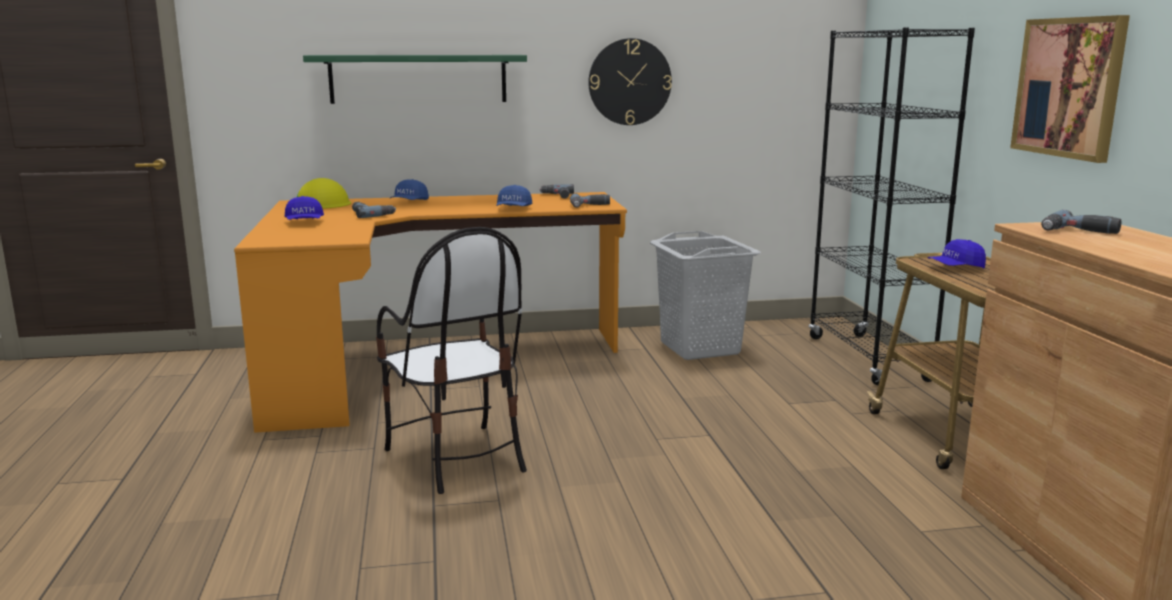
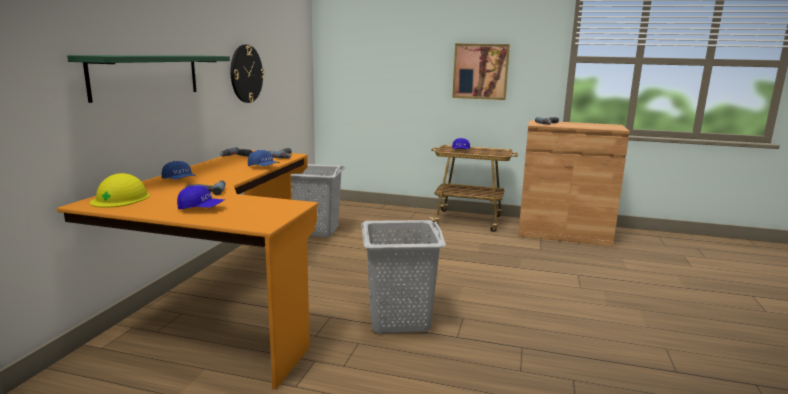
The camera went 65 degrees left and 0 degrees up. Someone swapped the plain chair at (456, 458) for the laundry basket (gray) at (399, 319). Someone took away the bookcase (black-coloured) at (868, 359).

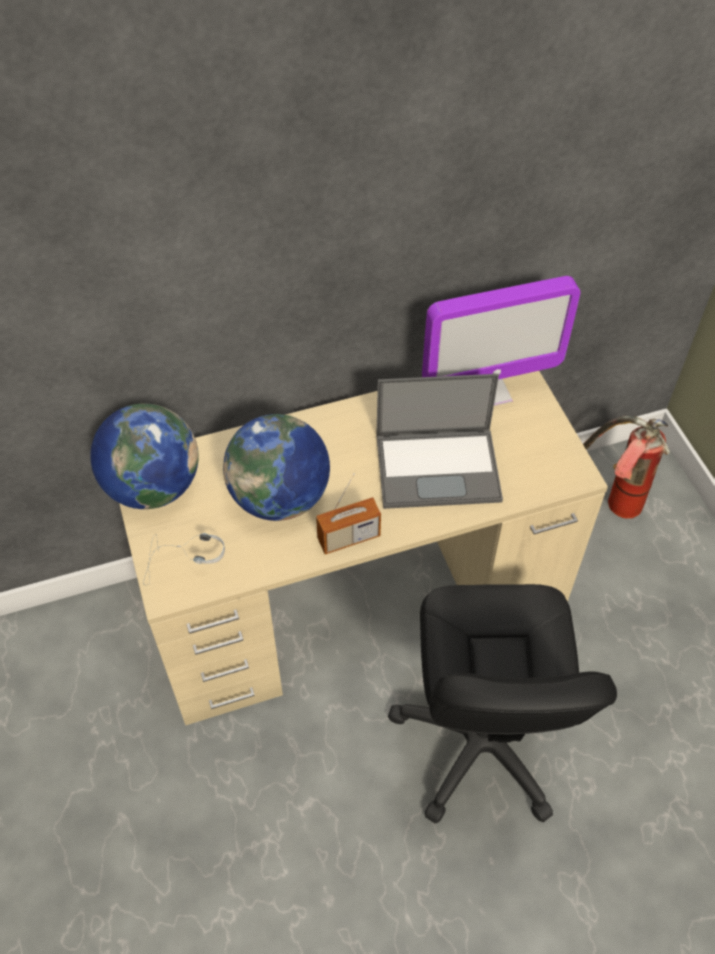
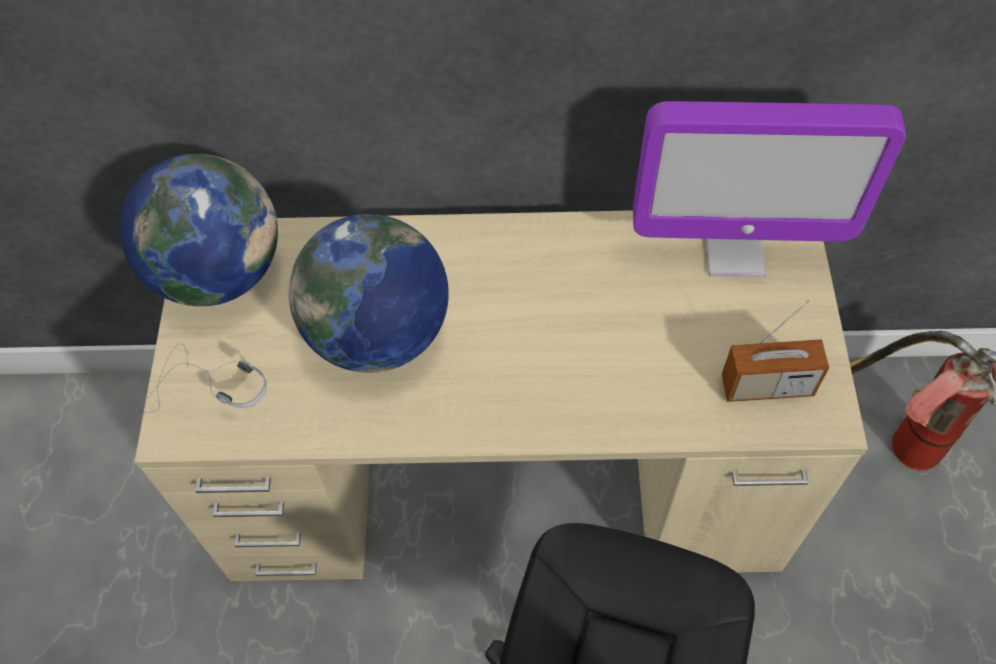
The camera went 20 degrees right and 5 degrees up. Someone carried the radio receiver from (348, 538) to (767, 386). Someone took away the notebook computer at (439, 467).

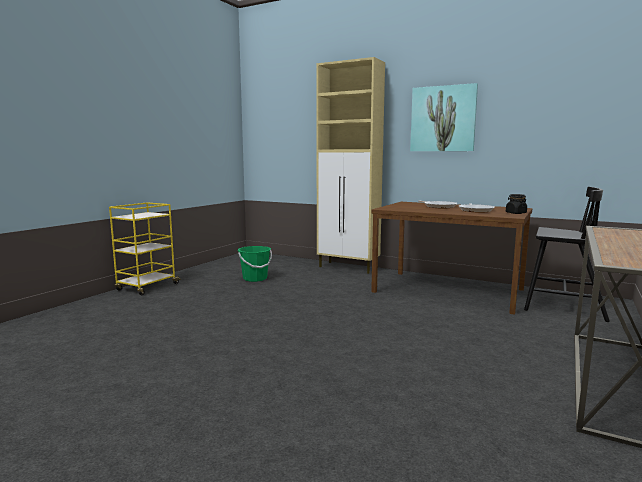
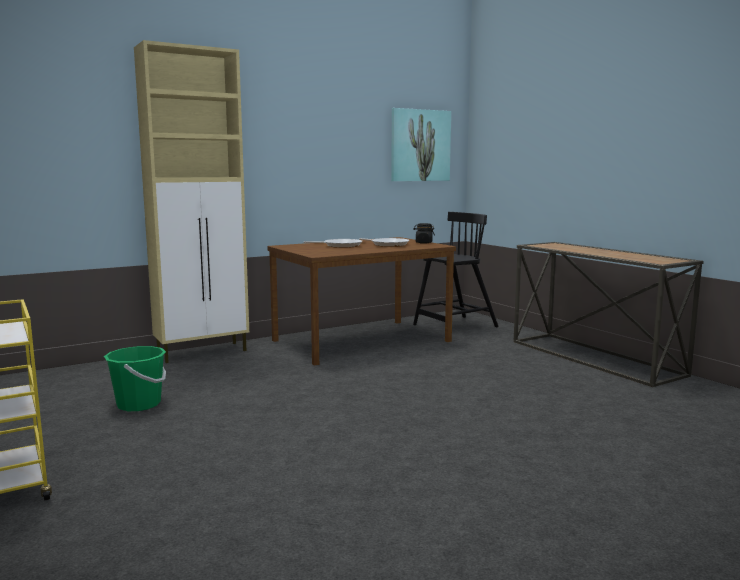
The camera went 60 degrees left and 0 degrees up. Someone carried the picture from (443, 119) to (420, 145).

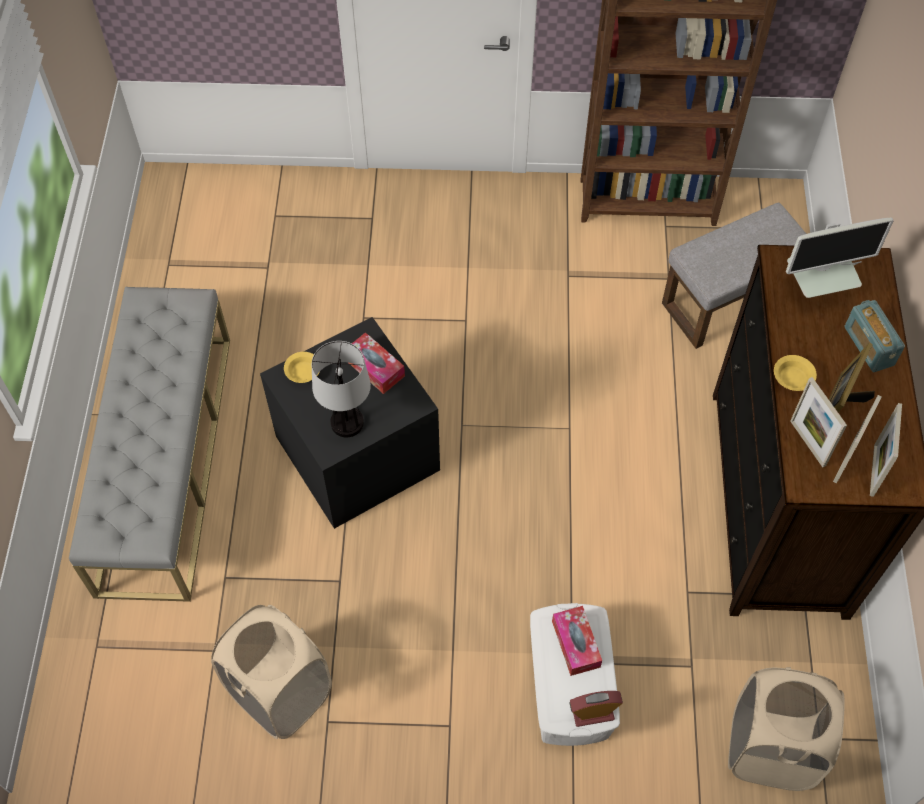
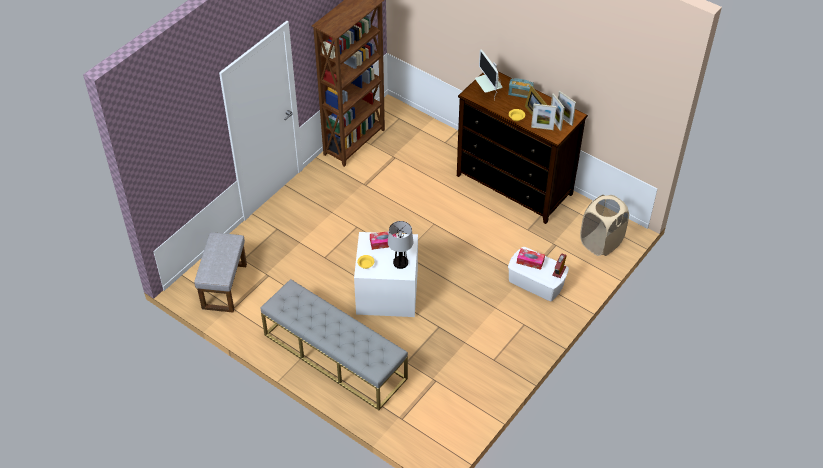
The camera went 55 degrees left and 10 degrees down. Someone carried the footrest (gray) from (729, 301) to (224, 285). Someone repainted the storage container (black-coloured) at (354, 452), which became the storage container (whitish) at (386, 293). Someone rotated the computer screen at (816, 290) by 135 degrees clockwise. Someone took away the laundry basket (beige-coloured) at (280, 693).

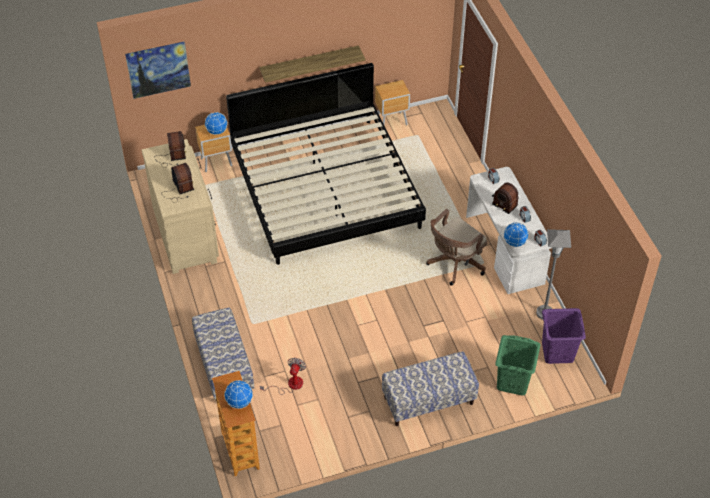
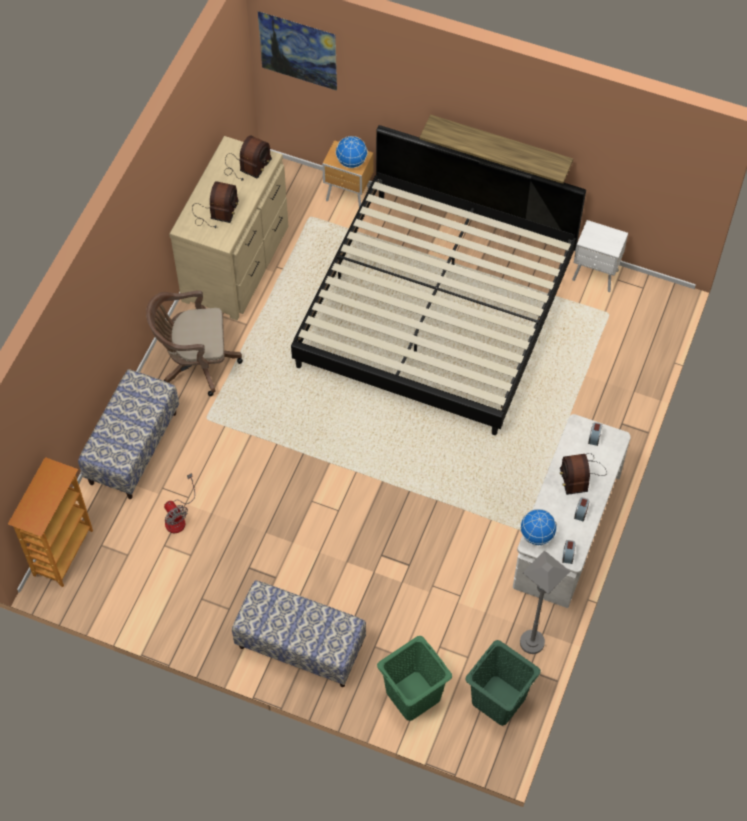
The camera went 40 degrees right and 10 degrees up. Someone carried the office chair (brownish) from (454, 264) to (195, 362). Someone rotated the cooling fan at (290, 385) by 90 degrees clockwise. Someone repainted the laundry basket (purplish) at (558, 352), which became the laundry basket (greenish) at (498, 700). Someone repainted the bedside table (brownish) at (392, 122), which became the bedside table (whitish) at (596, 276). Someone took away the desk globe at (239, 402).

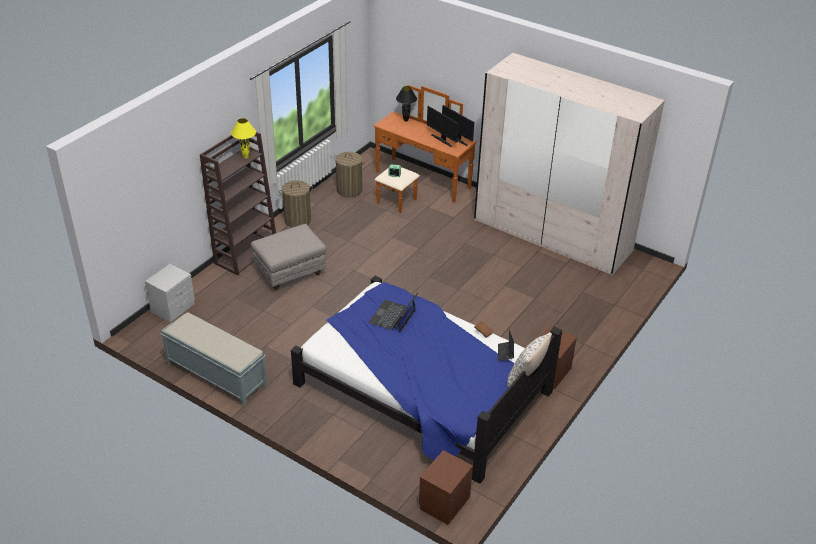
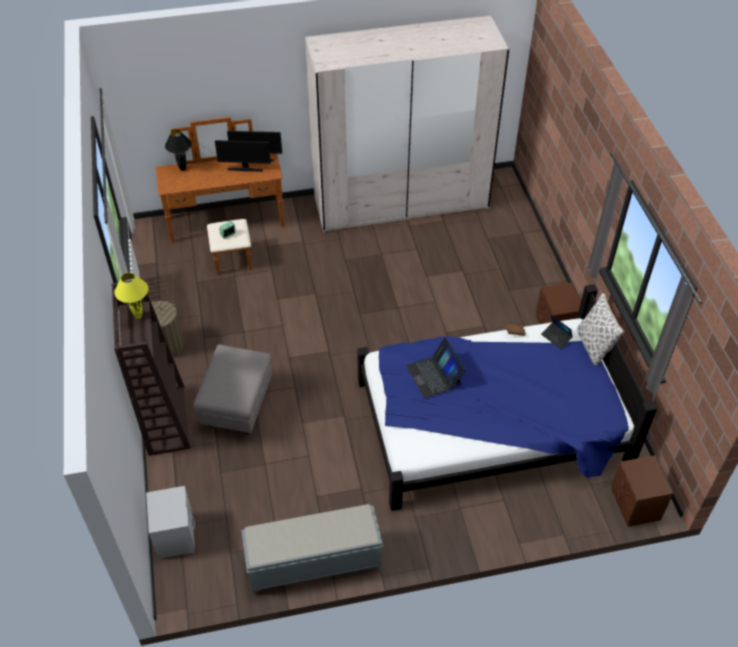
The camera went 45 degrees left and 10 degrees up. Someone took away the laundry basket at (349, 190).

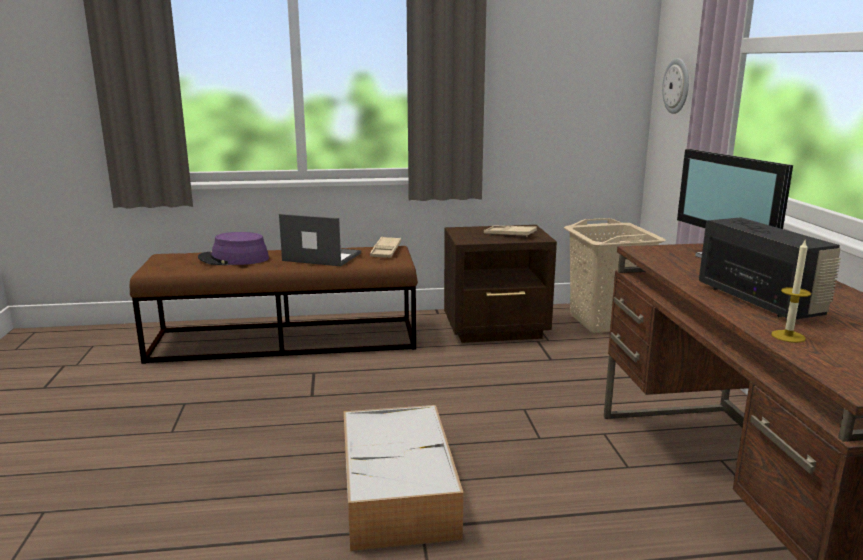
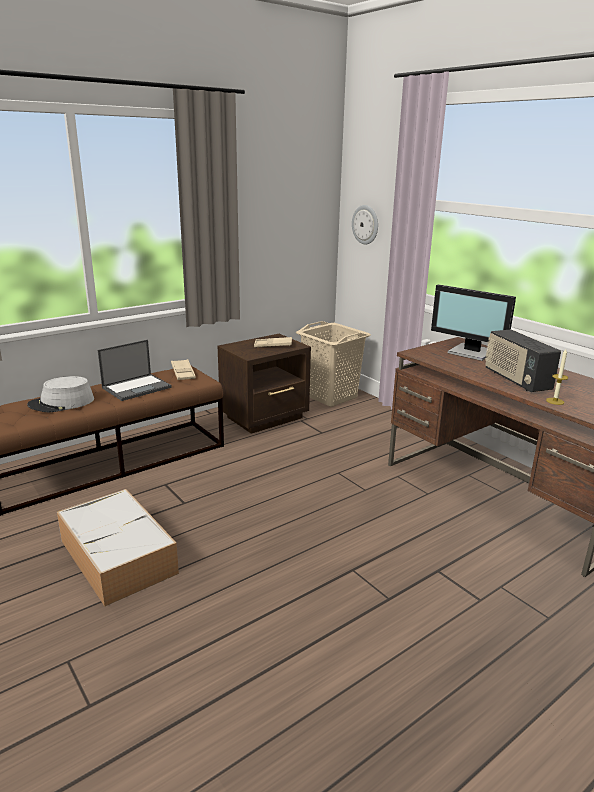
The camera went 30 degrees left and 5 degrees up. Someone repainted the clothing hat (purplish) at (234, 259), which became the clothing hat (gray) at (62, 403). Someone carried the storage container from (399, 493) to (119, 557). Someone rotated the notebook computer at (321, 257) by 150 degrees clockwise. Someone rotated the radio receiver at (759, 301) by 150 degrees counterclockwise.

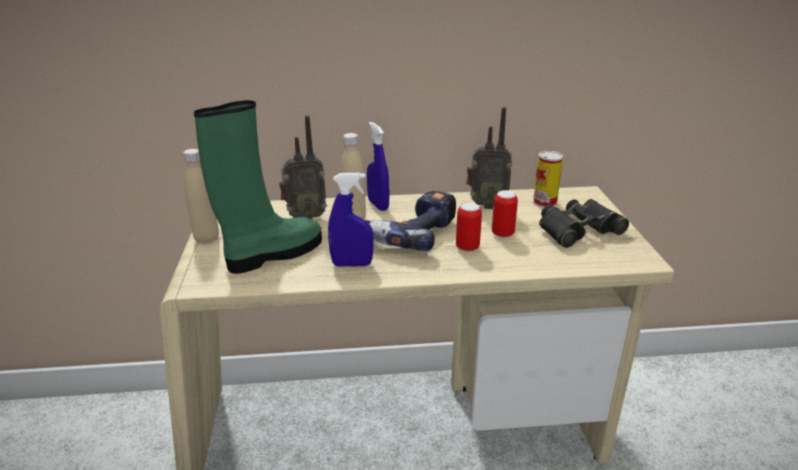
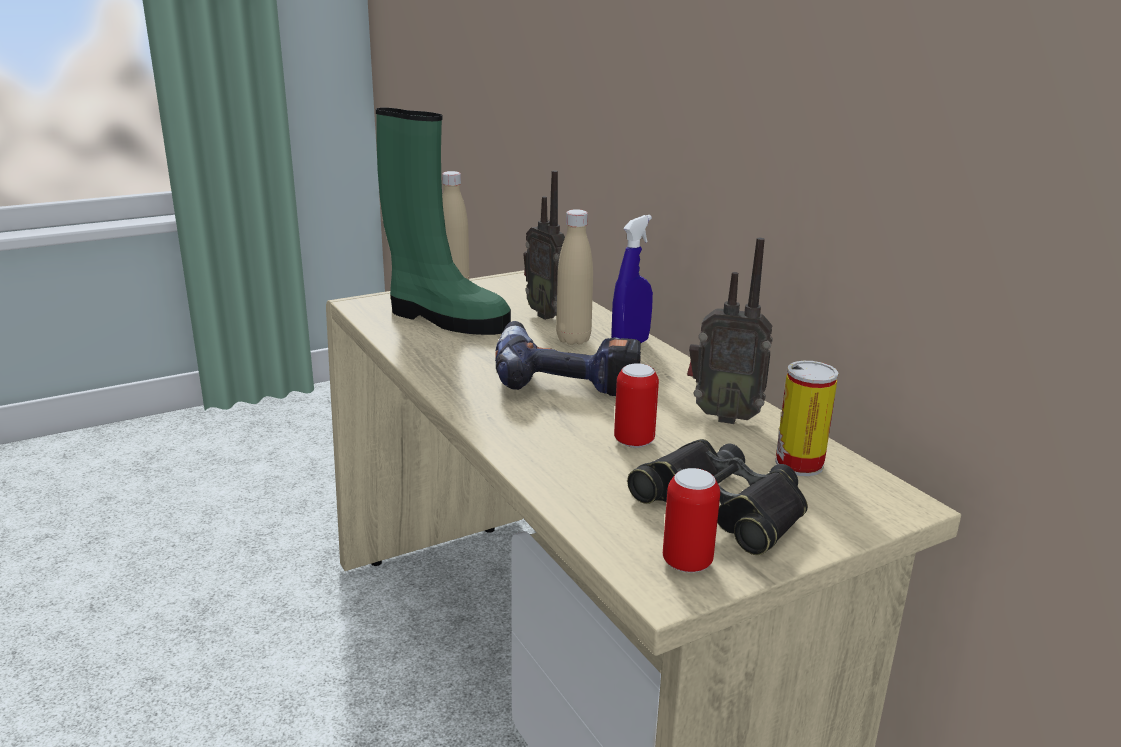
The camera went 65 degrees right and 5 degrees down. Someone carried the can from (467, 247) to (687, 562). Someone rotated the radio receiver at (486, 205) by 60 degrees counterclockwise. Someone took away the spray bottle (blue-coloured) at (352, 264).

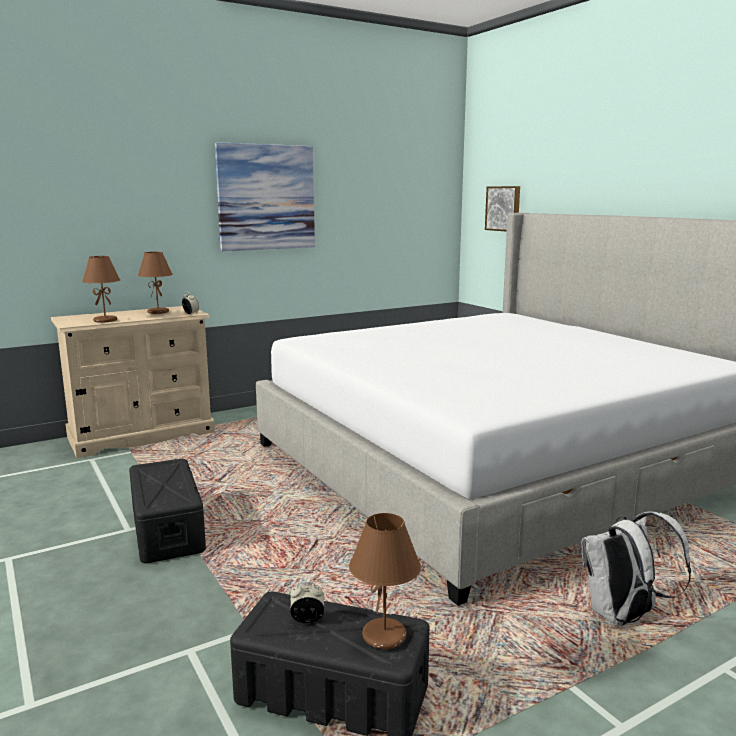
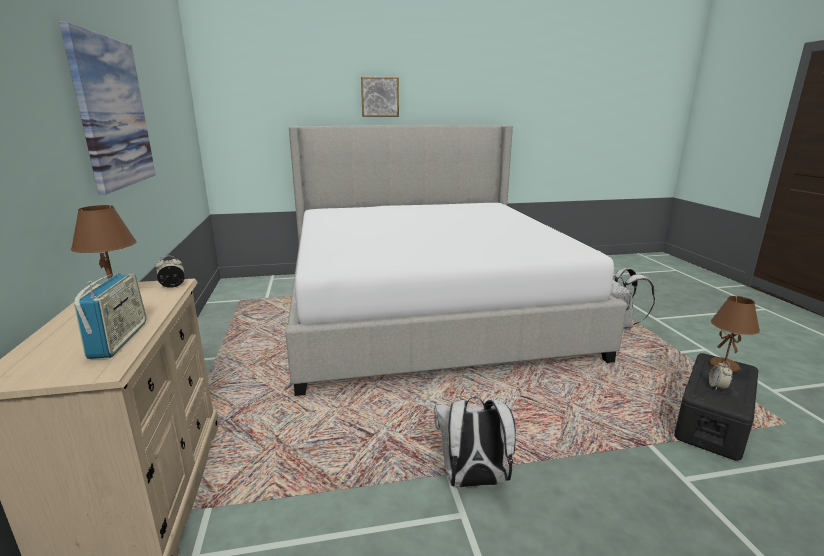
The camera went 70 degrees left and 5 degrees up. Someone swapped the tabletop lamp (brownish) at (105, 320) for the radio receiver at (119, 339). Someone carried the picture from (503, 208) to (379, 97). Someone swapped the storage container (black-coloured) at (167, 529) for the backpack (whitish) at (473, 481).

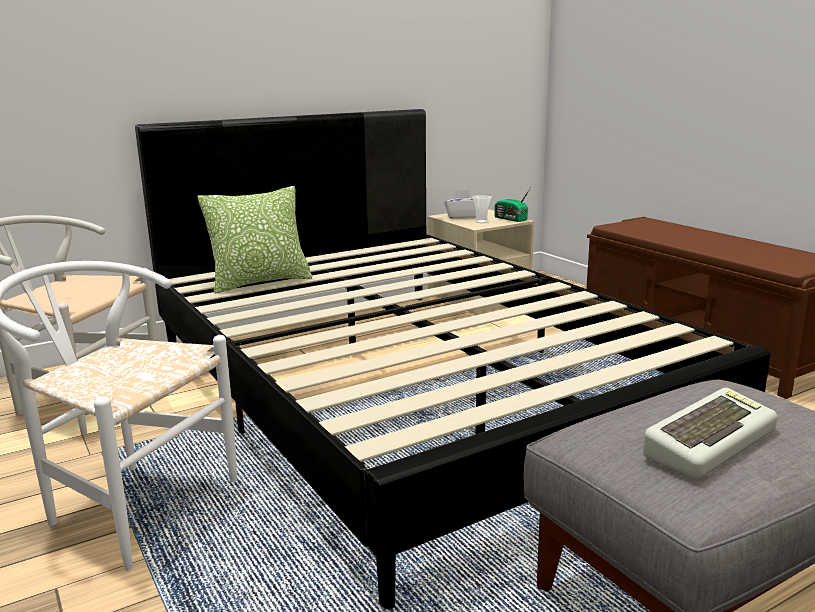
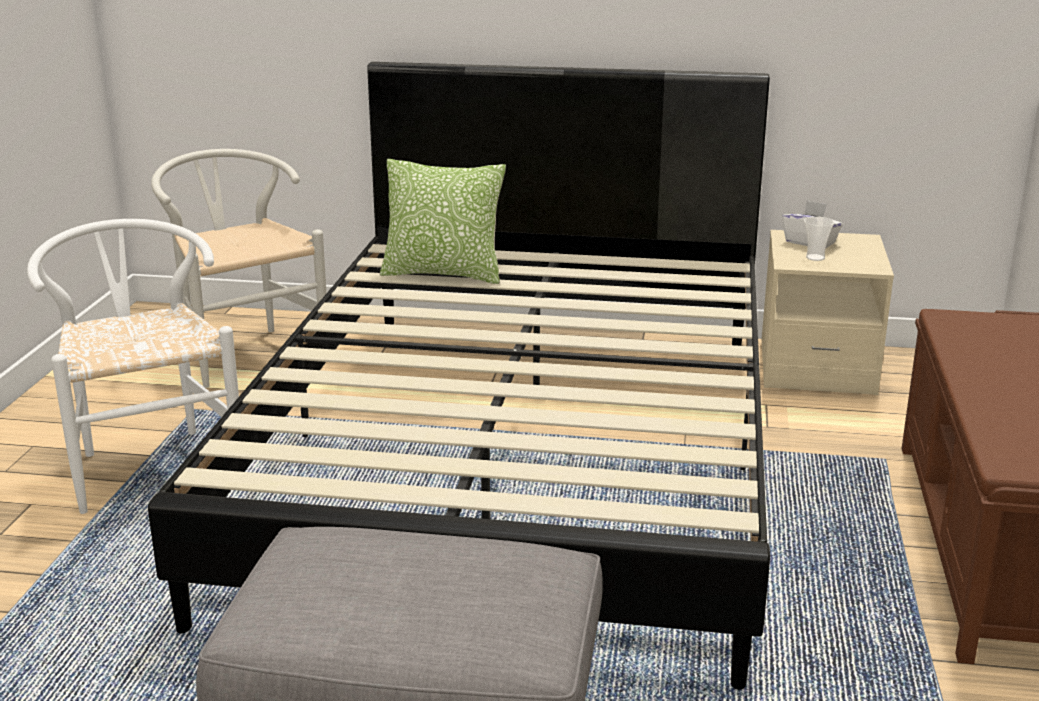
The camera went 40 degrees right and 5 degrees up. Someone took away the radio receiver at (510, 219). Someone took away the keyboard at (707, 441).

